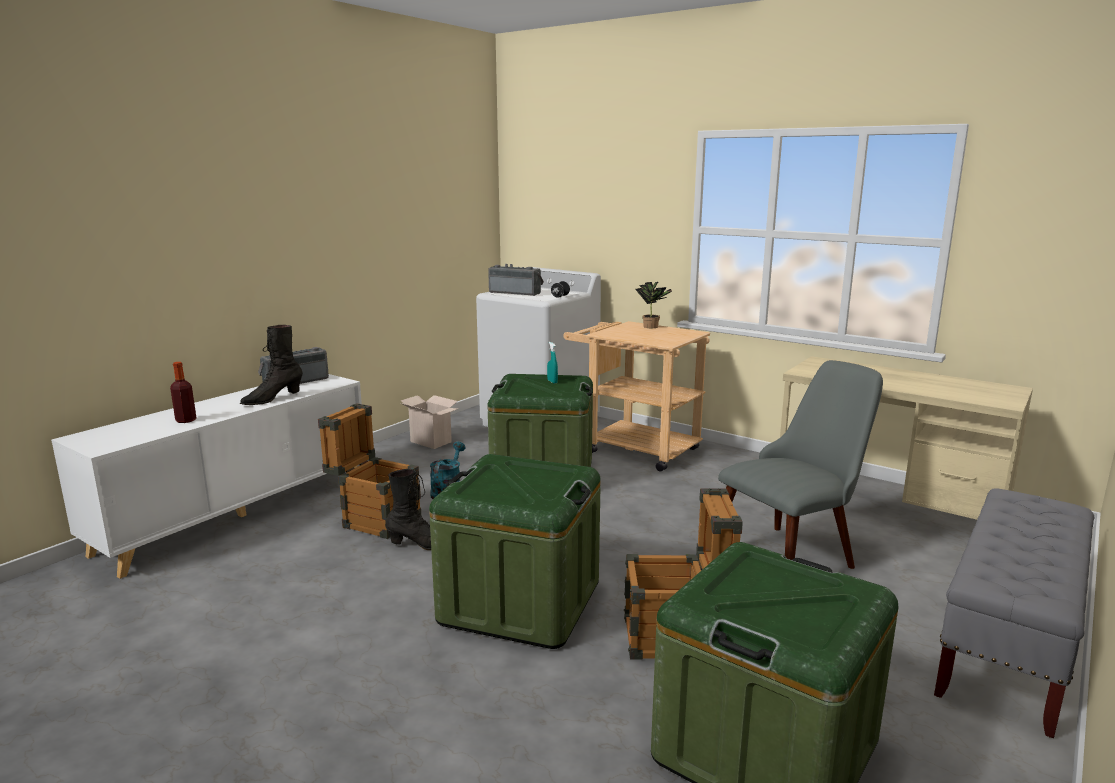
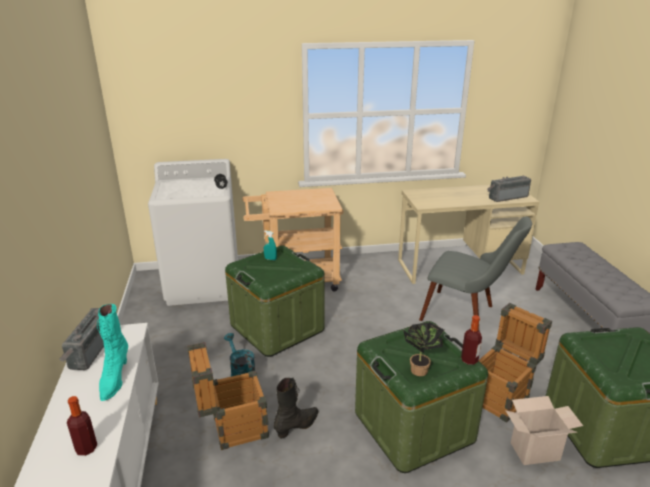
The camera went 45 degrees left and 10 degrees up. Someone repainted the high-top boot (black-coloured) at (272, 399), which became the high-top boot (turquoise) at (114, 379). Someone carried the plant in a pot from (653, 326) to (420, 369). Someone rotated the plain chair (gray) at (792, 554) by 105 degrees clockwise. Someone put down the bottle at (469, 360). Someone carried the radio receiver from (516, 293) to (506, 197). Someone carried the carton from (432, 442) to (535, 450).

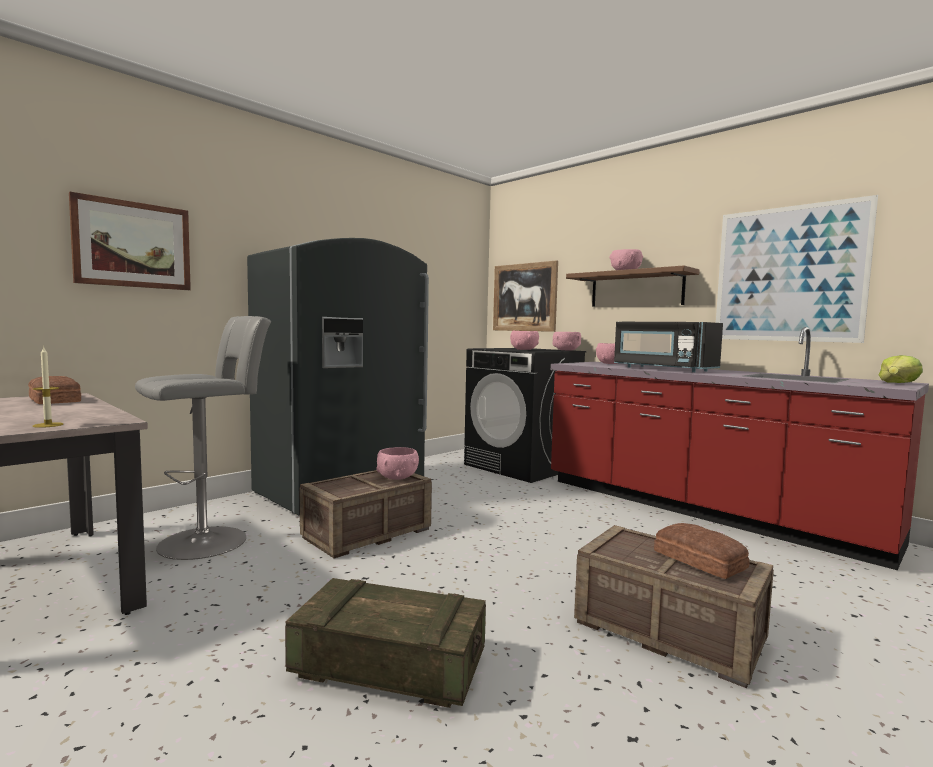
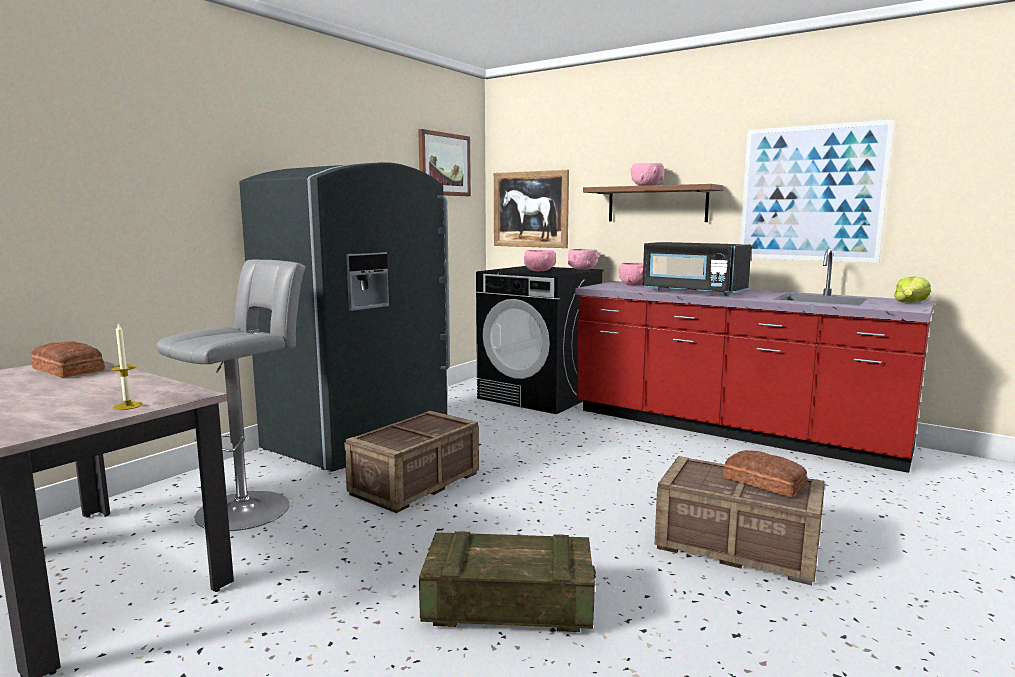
The camera went 10 degrees left and 5 degrees up. Someone carried the picture from (133, 245) to (444, 164). Someone took away the serving bowl (pinkish) at (397, 477).

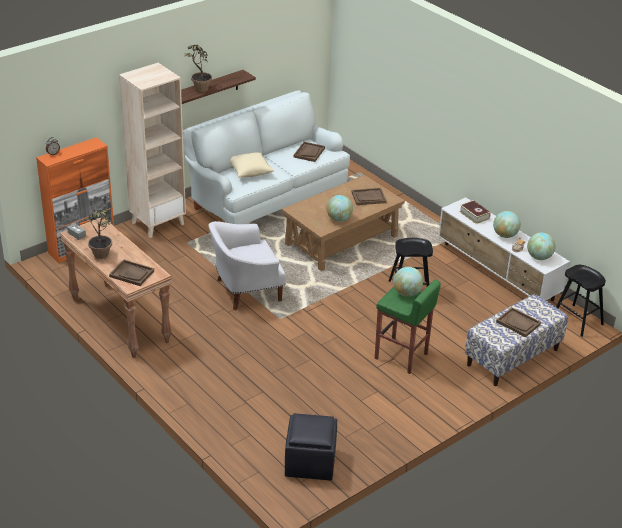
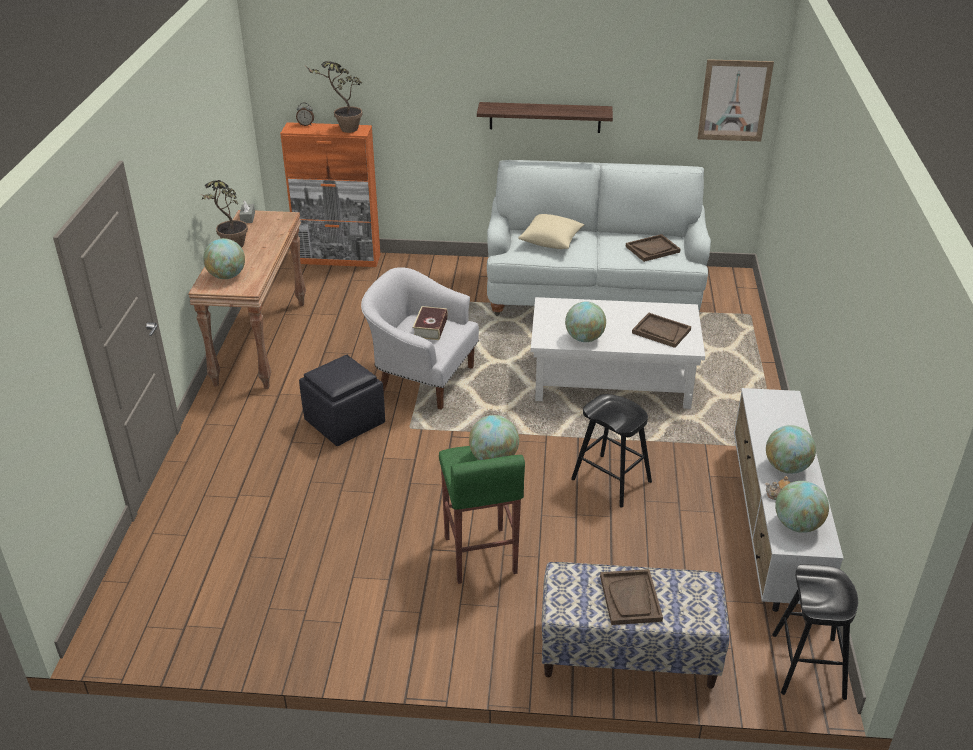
The camera went 45 degrees right and 0 degrees up. Someone swapped the tray (brownish) at (132, 274) for the desk globe at (227, 276). Someone carried the footrest (black-coloured) from (309, 462) to (344, 421). Someone carried the plant in a pot from (199, 91) to (343, 130). Someone carried the volume from (474, 215) to (430, 328). Someone repainted the coffee table (brownish) at (341, 240), which became the coffee table (whitish) at (612, 379). Someone put up the picture at (734, 100). Someone took away the bookcase (beige-coloured) at (158, 223).

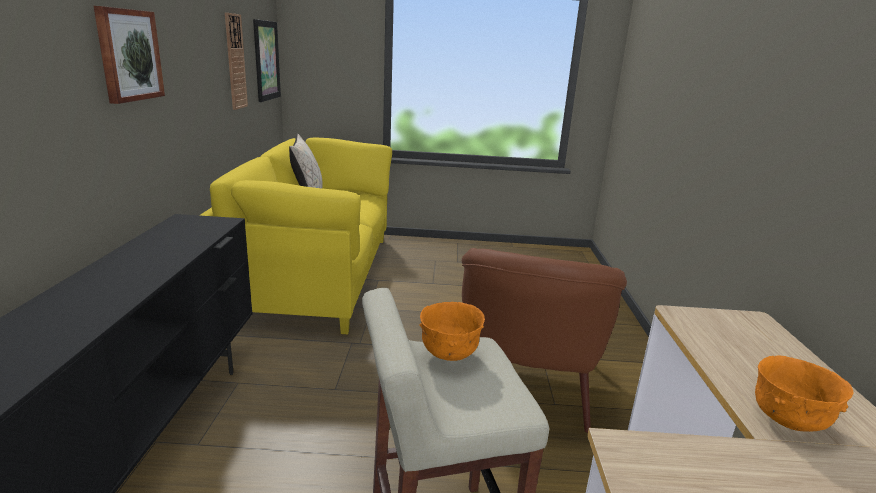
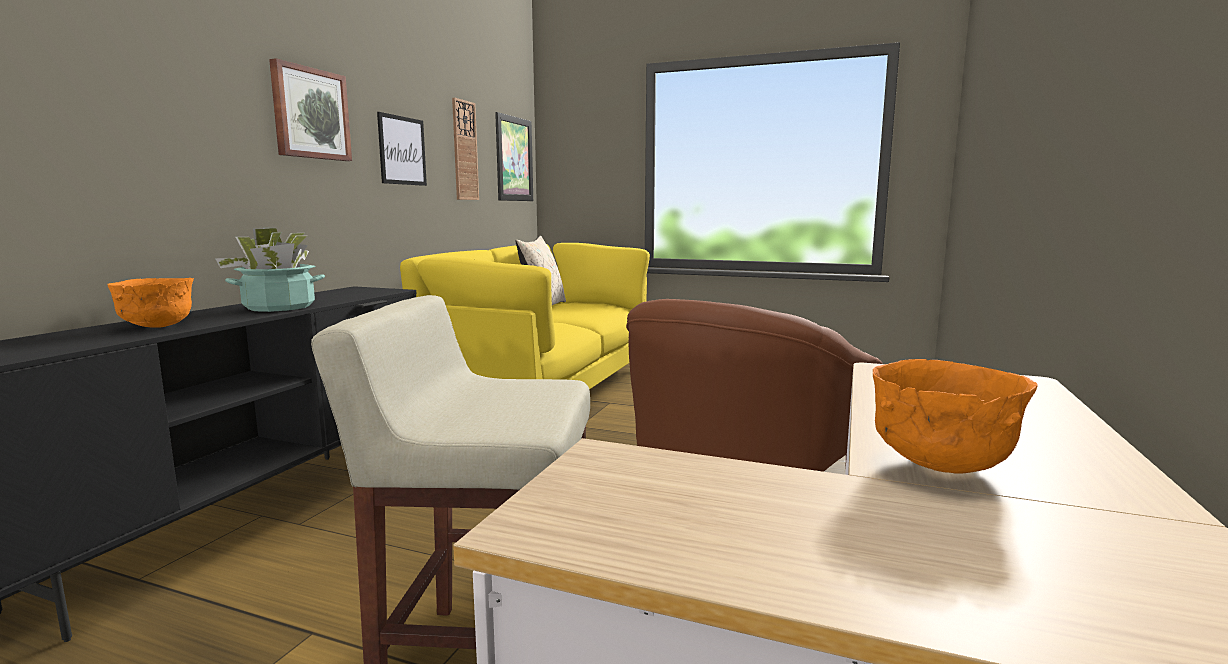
The camera went 20 degrees right and 10 degrees down. Someone carried the serving bowl (orange-coloured) from (449, 354) to (158, 326). Someone put down the plant in a pot at (279, 307). Someone put up the picture at (402, 150).

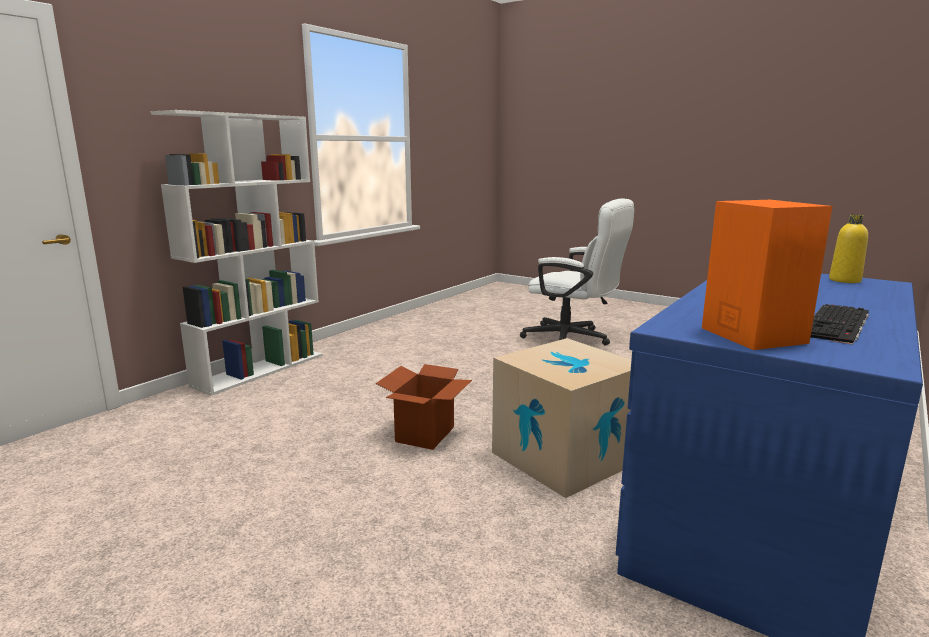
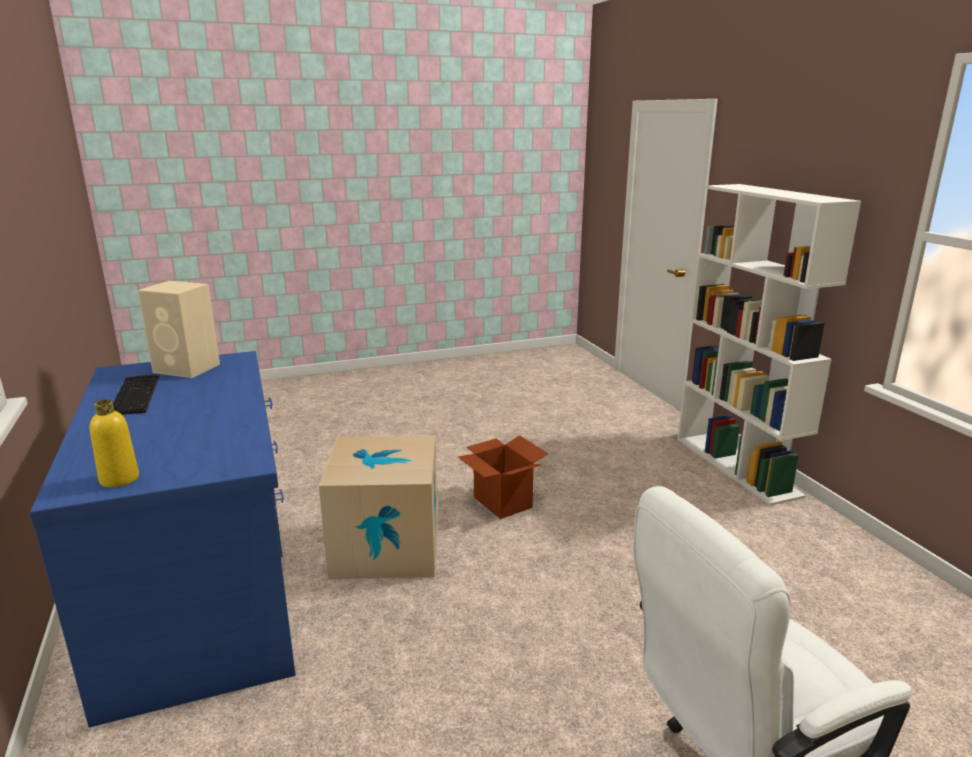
The camera went 125 degrees right and 5 degrees up. Someone repainted the speaker (orange-coloured) at (751, 334), which became the speaker (beige-coloured) at (188, 368).

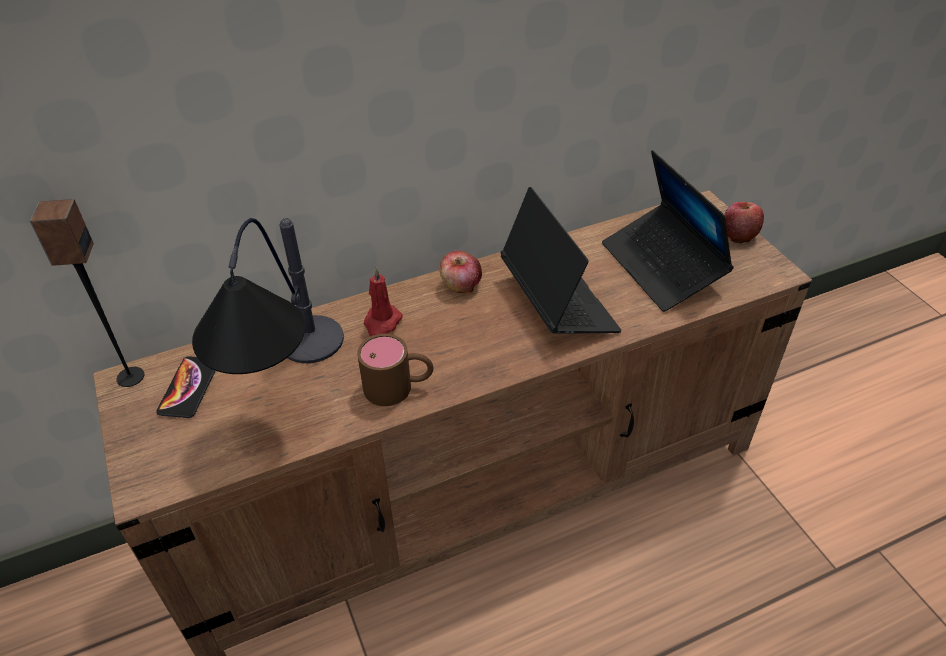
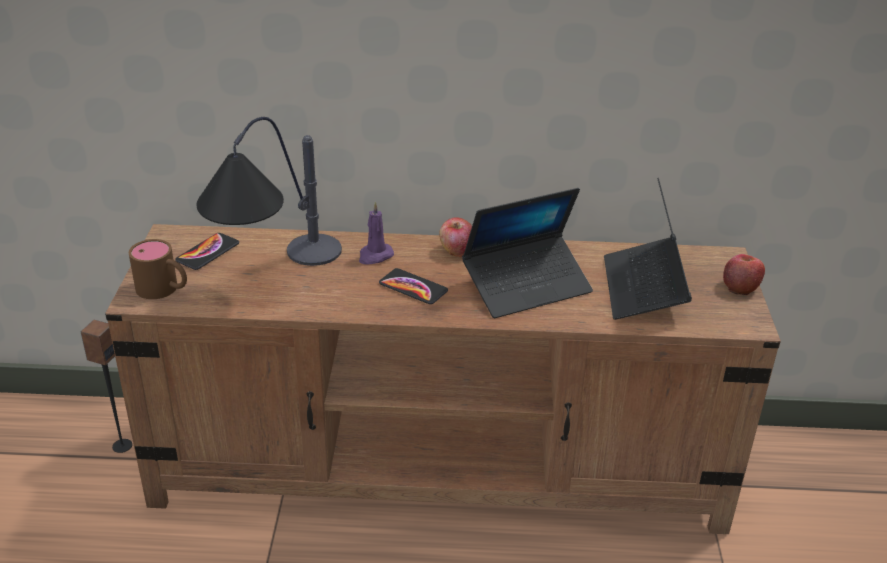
The camera went 25 degrees right and 10 degrees down. Someone carried the speaker from (130, 377) to (122, 445). Someone carried the mug (brownish) from (399, 387) to (164, 290). Someone repainted the candle (red) at (382, 323), which became the candle (purplish) at (375, 256). Someone put down the handset at (413, 287). Someone rotated the notebook computer at (557, 303) by 60 degrees clockwise.

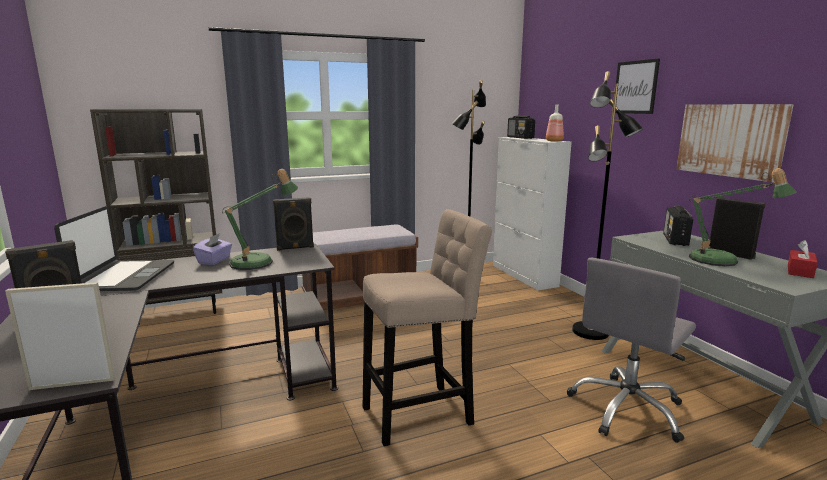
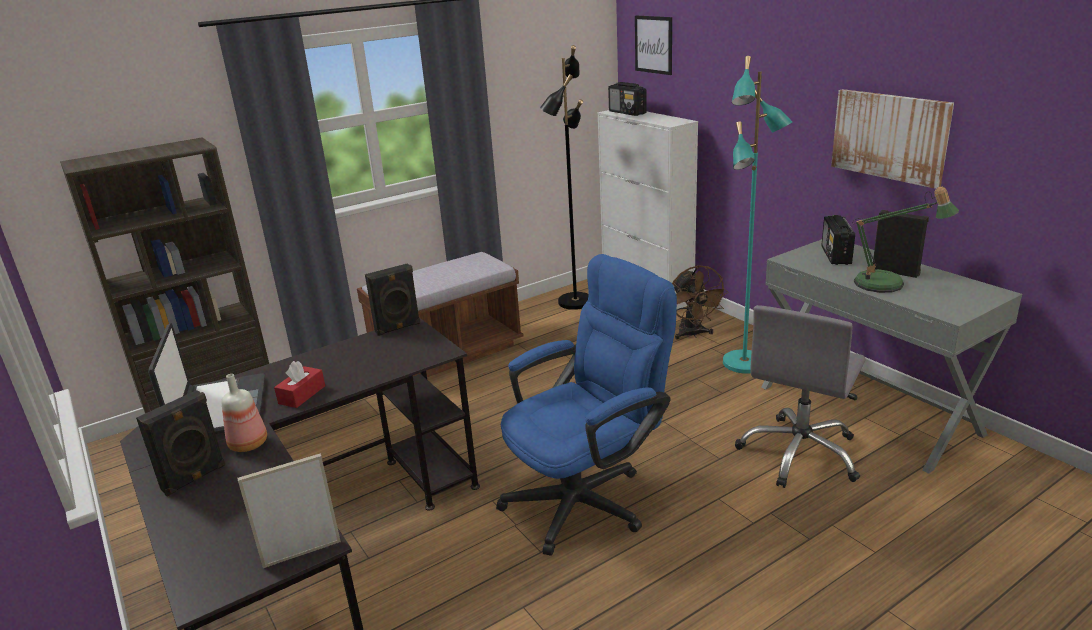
The camera went 10 degrees left and 10 degrees up. Someone carried the bottle from (554, 141) to (249, 444). Someone carried the tissue holder (red) from (800, 271) to (302, 395). Someone swapped the stool (beige-coloured) at (423, 413) for the office chair (blue-coloured) at (588, 498). Someone carried the picture from (635, 87) to (653, 44). Someone put down the cooling fan (brownish) at (693, 334). Someone repainted the standing lamp (black-coloured) at (591, 332), which became the standing lamp (turquoise) at (745, 363). Someone took away the tissue holder (purplish) at (214, 260). Someone took away the tabletop lamp at (259, 262).

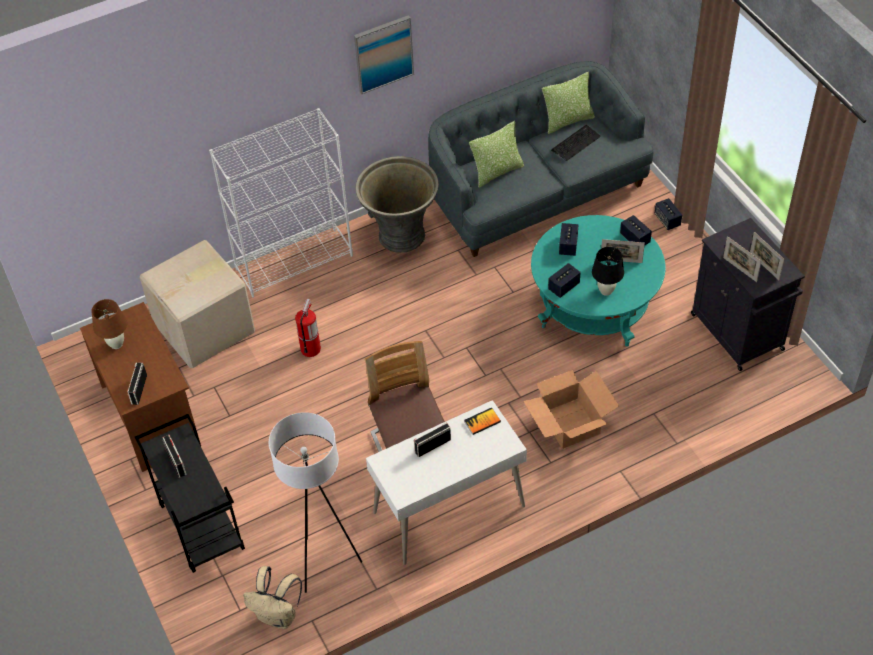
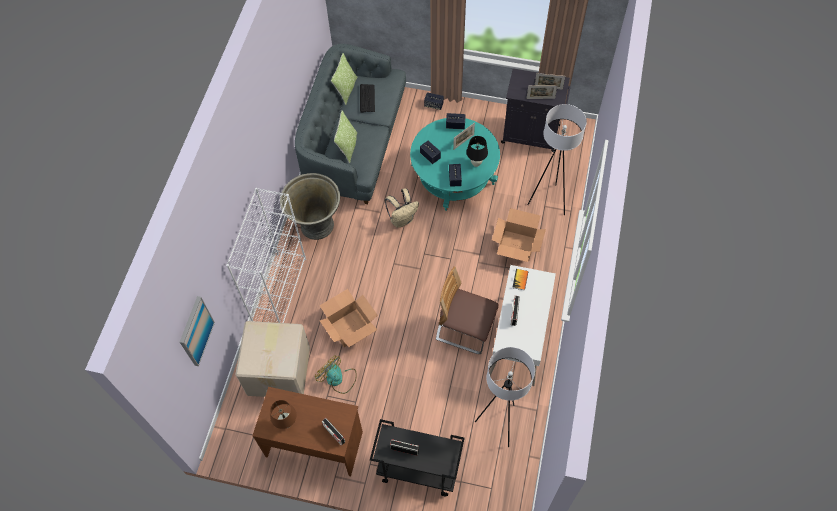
The camera went 50 degrees left and 10 degrees up. Someone carried the picture from (383, 54) to (196, 331). Someone put down the cooling fan at (338, 379). Someone swapped the extinguisher at (310, 349) for the carton at (350, 327). Someone carried the backpack (beige-coloured) from (278, 616) to (402, 219). Someone put down the standing lamp (whitish) at (548, 201).

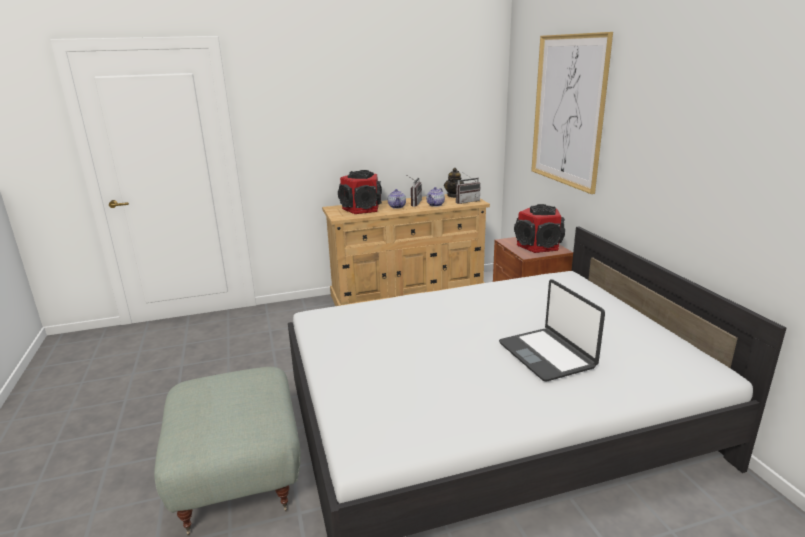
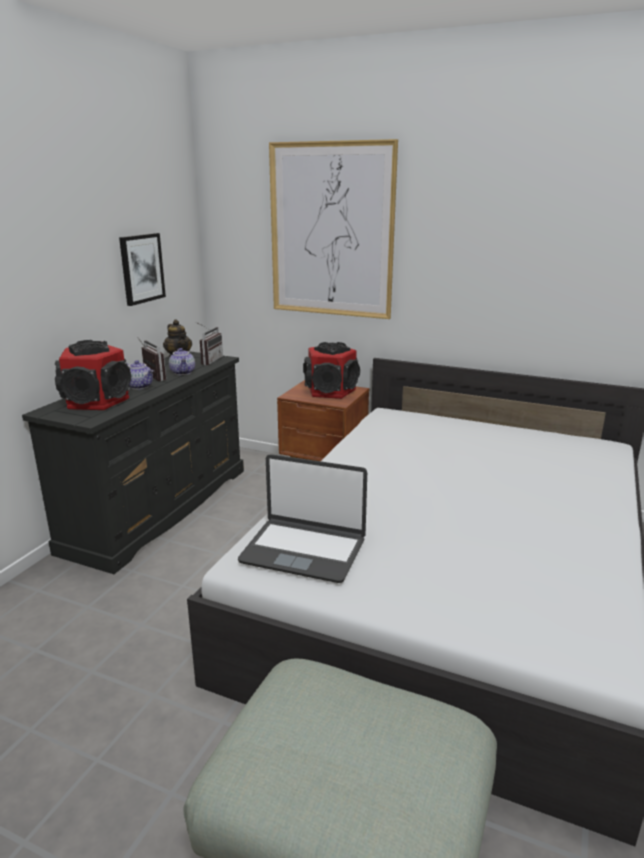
The camera went 50 degrees left and 0 degrees up. Someone repainted the drawer chest (beige-coloured) at (408, 293), which became the drawer chest (black-coloured) at (160, 507). Someone put up the picture at (141, 268). Someone carried the notebook computer from (547, 355) to (304, 550).

